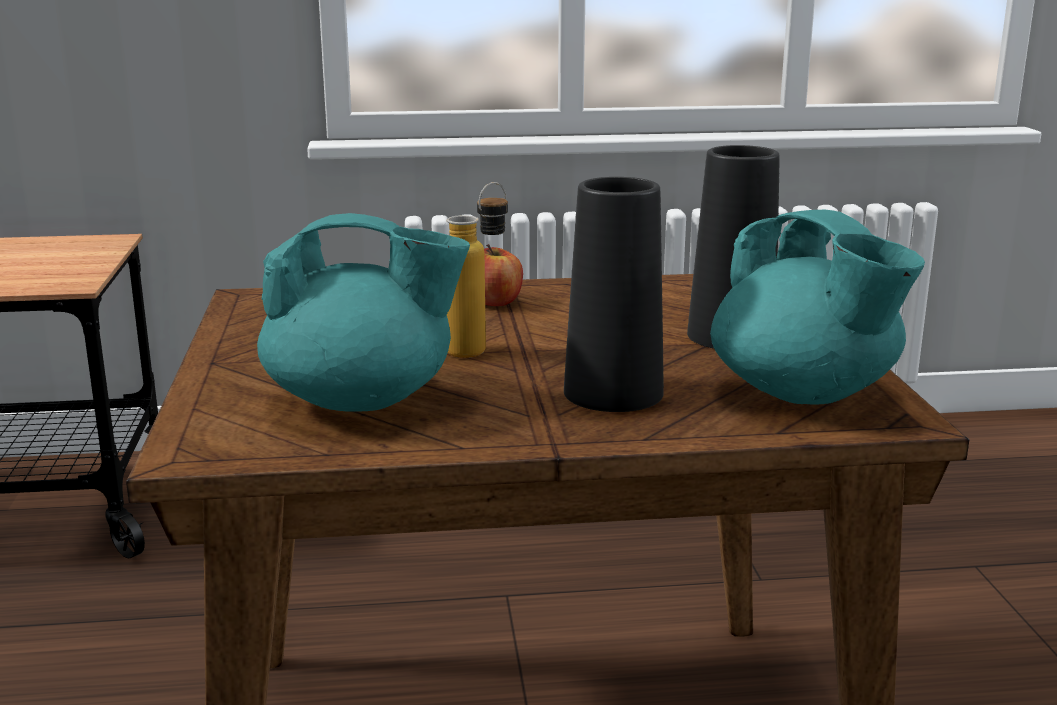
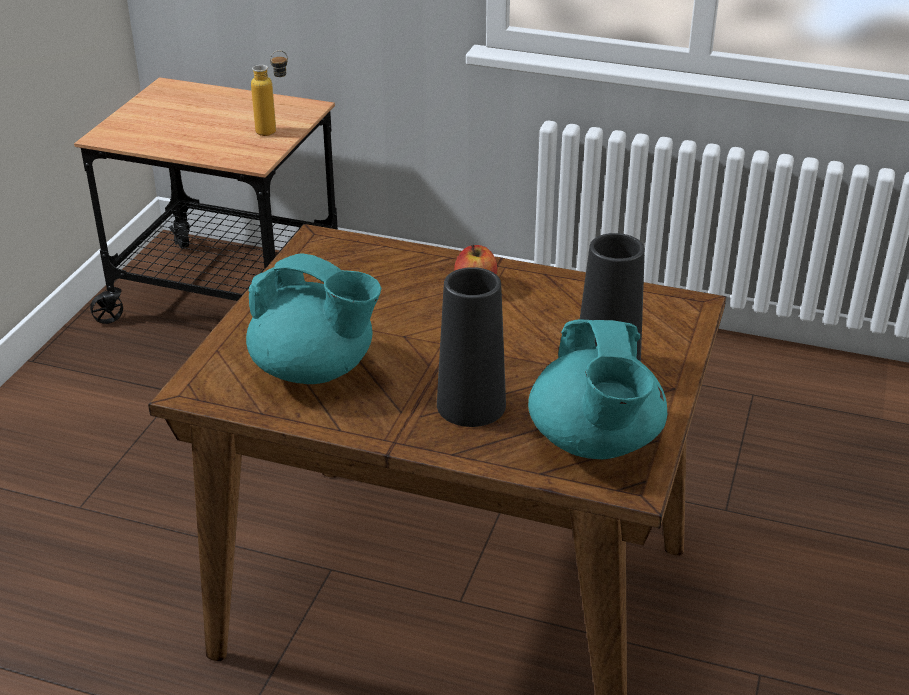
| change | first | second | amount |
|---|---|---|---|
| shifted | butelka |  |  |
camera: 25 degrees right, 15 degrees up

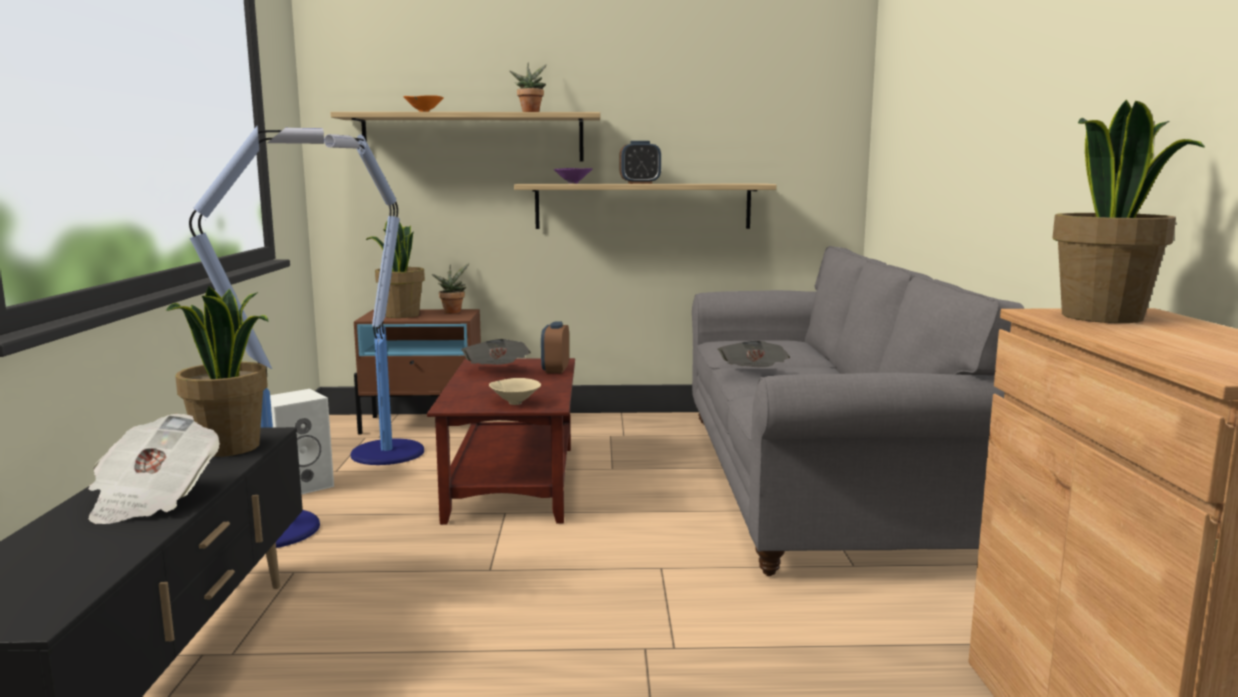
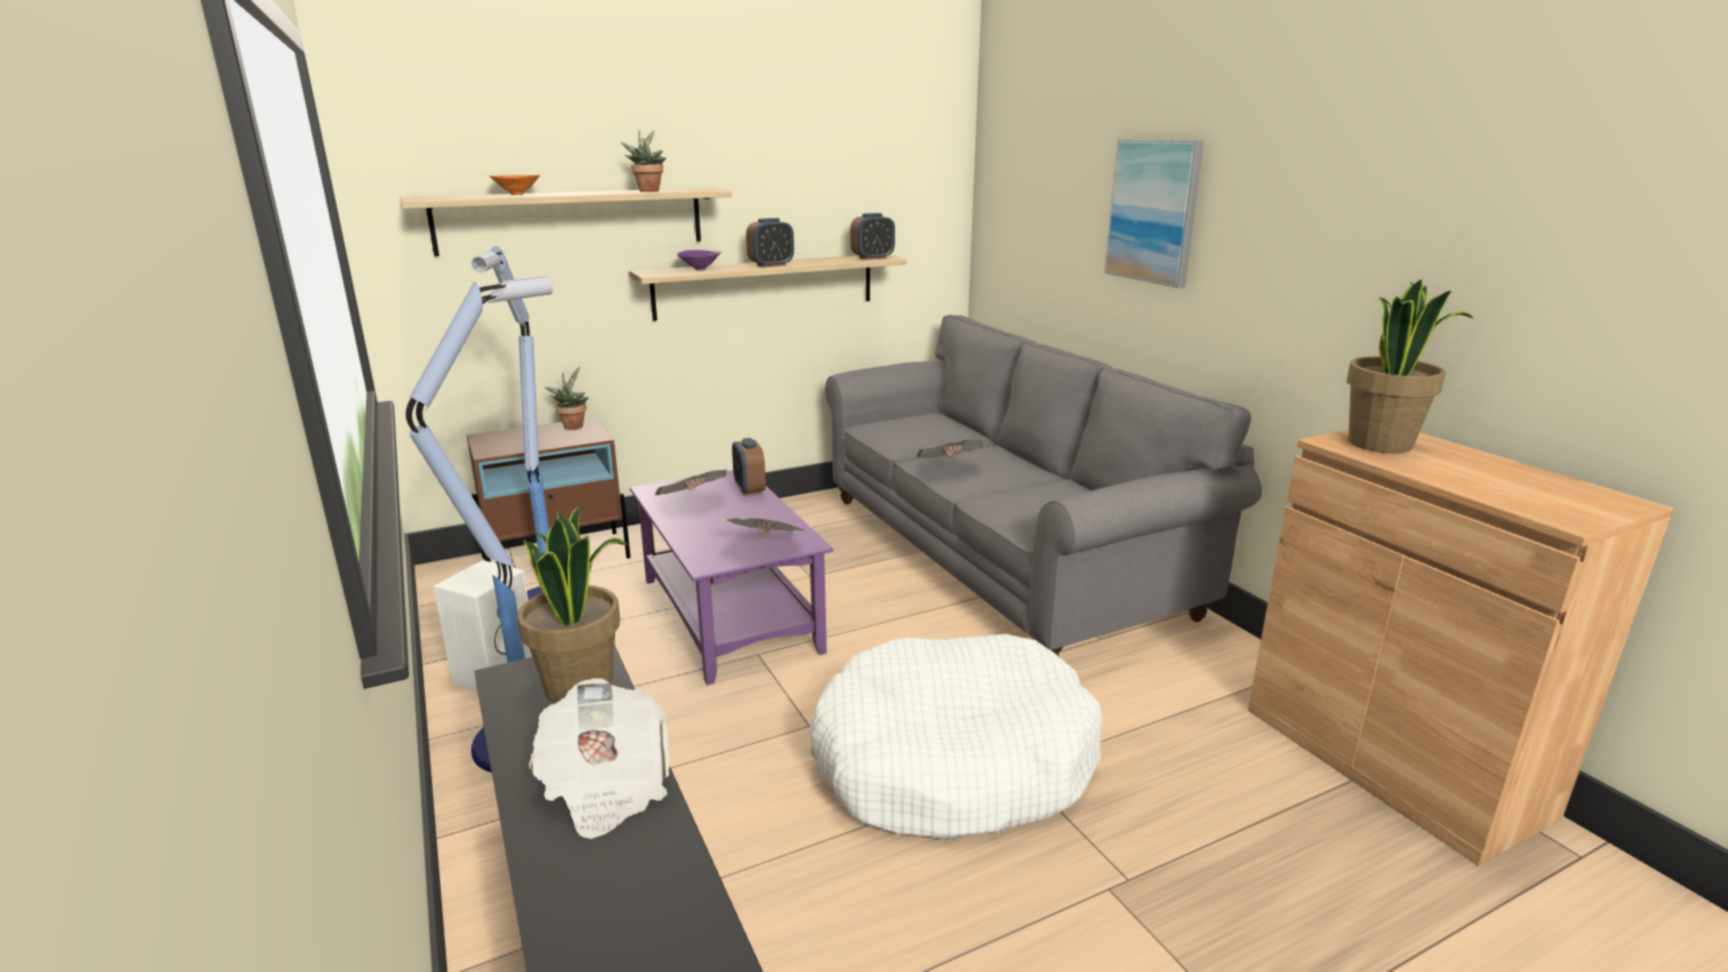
| change | first | second | amount |
|---|---|---|---|
| gone | roślina doniczkowa (no. 2 from left) |  |  |
| repainted | ława [brązowy] | ława [fioletowy] |  |
| swapped | miska [beżowy] | gazeta (no. 3 from left) |  |
| new |  | obraz |  |
| new |  | budzik (no. 3 from left) |  |
| new |  | legowisko [biały] |  |
camera: 25 degrees left, 10 degrees up

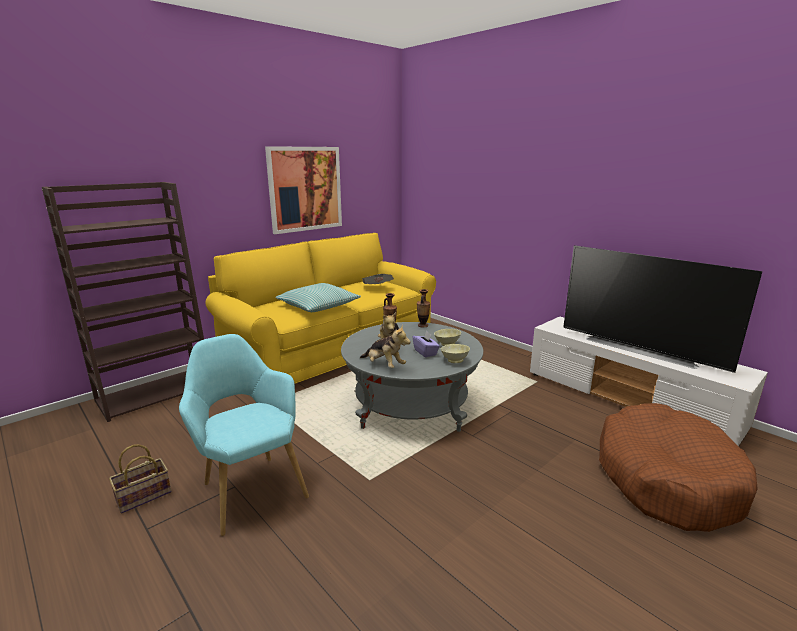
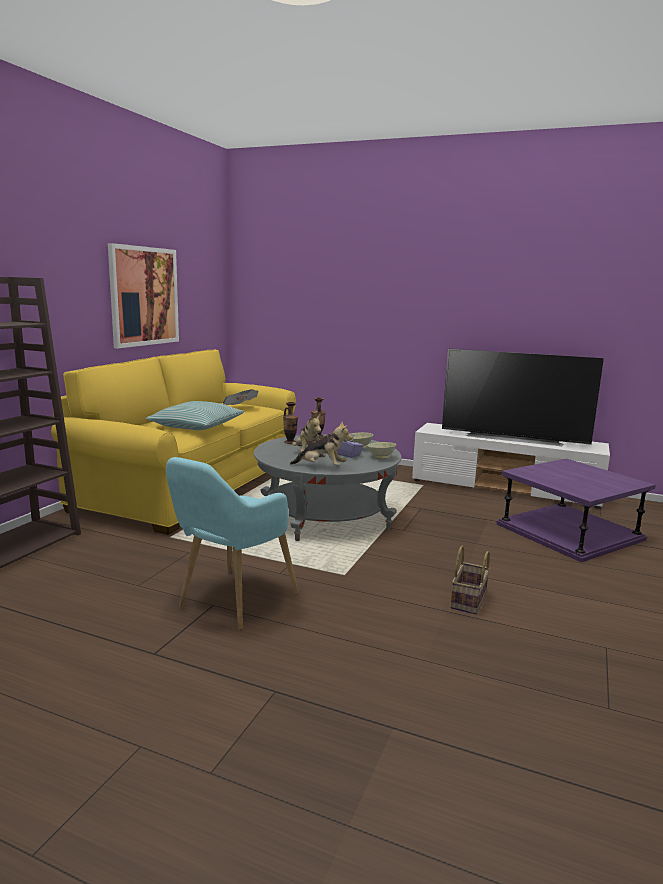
| change | first | second | amount |
|---|---|---|---|
| rotated | fotel [turkusowy] |  | 90 degrees counterclockwise |
| swapped | legowisko [brązowy] | stolik [fioletowy] |  |
| shifted | koszyk |  |  |
camera: 25 degrees left, 5 degrees down

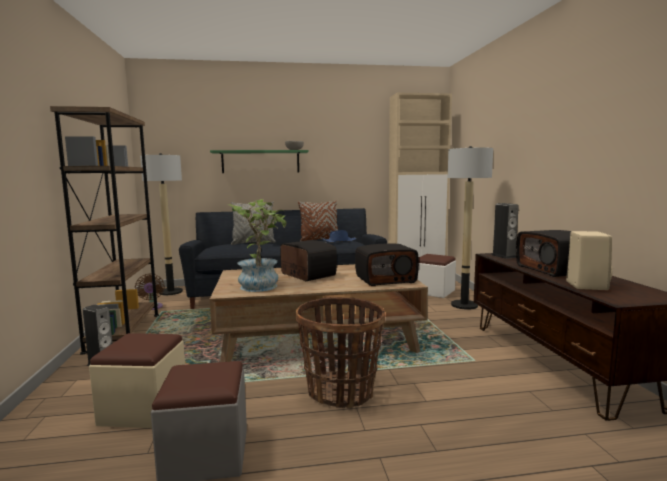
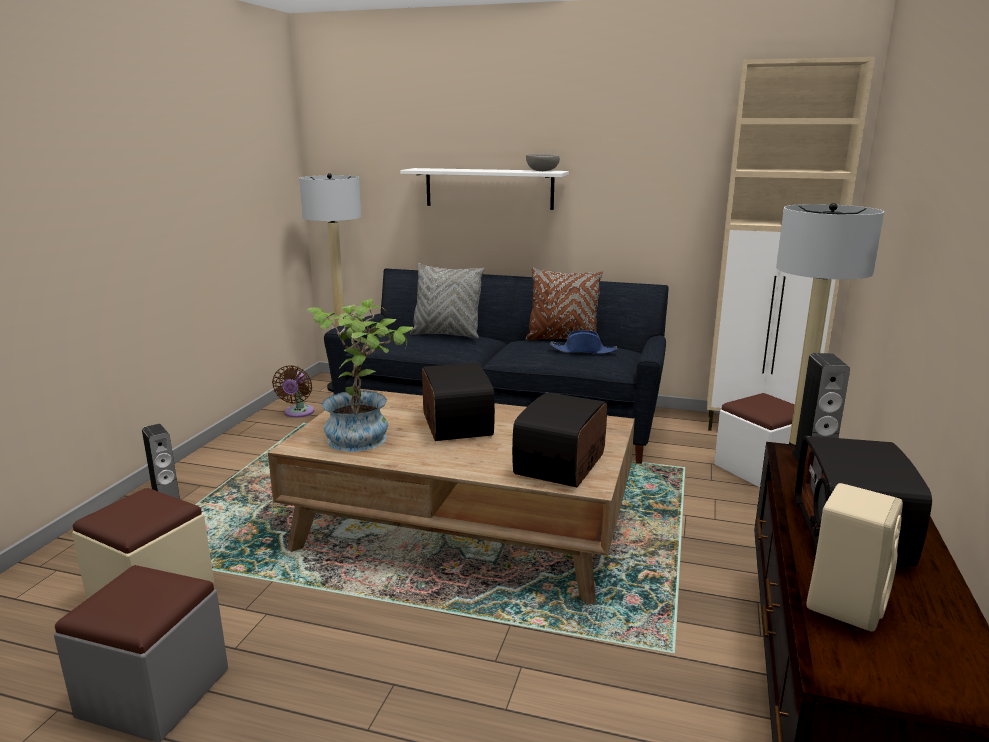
| change | first | second | amount |
|---|---|---|---|
| gone | regał [brązowy] |  |  |
| repainted | półka [zielony] | półka [biały] |  |
| rotated | radio (no. 2 from left) |  | 105 degrees clockwise |
| gone | koszyk |  |  |
camera: 25 degrees right, 10 degrees up

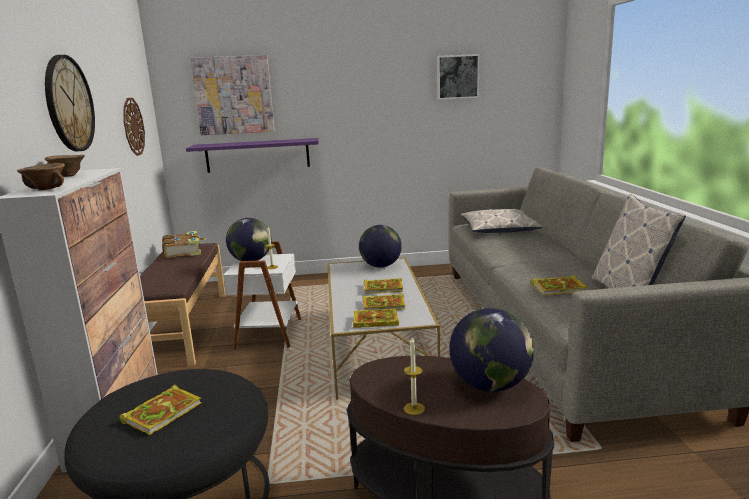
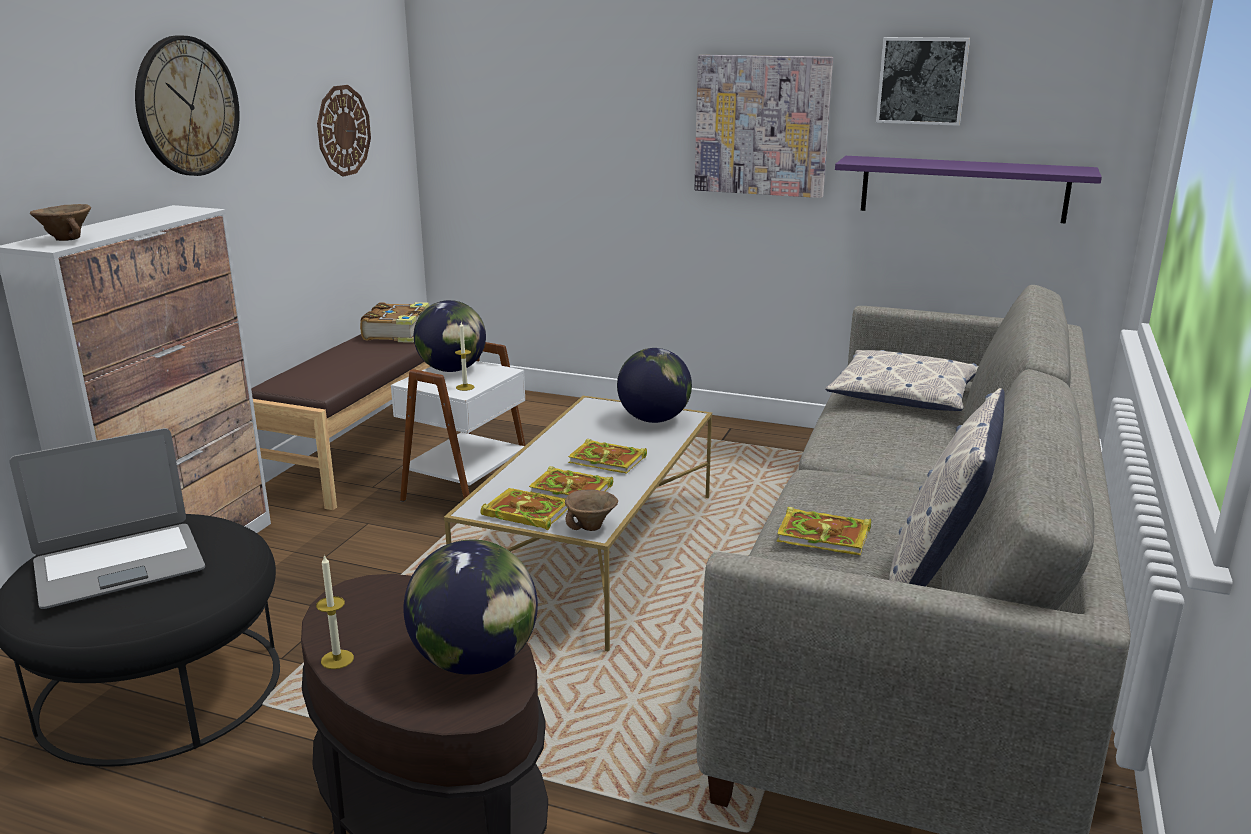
| change | first | second | amount |
|---|---|---|---|
| shifted | obraz (no. 1 from left) |  |  |
| shifted | półka [fioletowy] |  |  |
| shifted | miska [brązowy] (no. 2 from left) |  |  |
| swapped | książka (no. 1 from left) | laptop |  |
camera: 25 degrees right, 5 degrees up

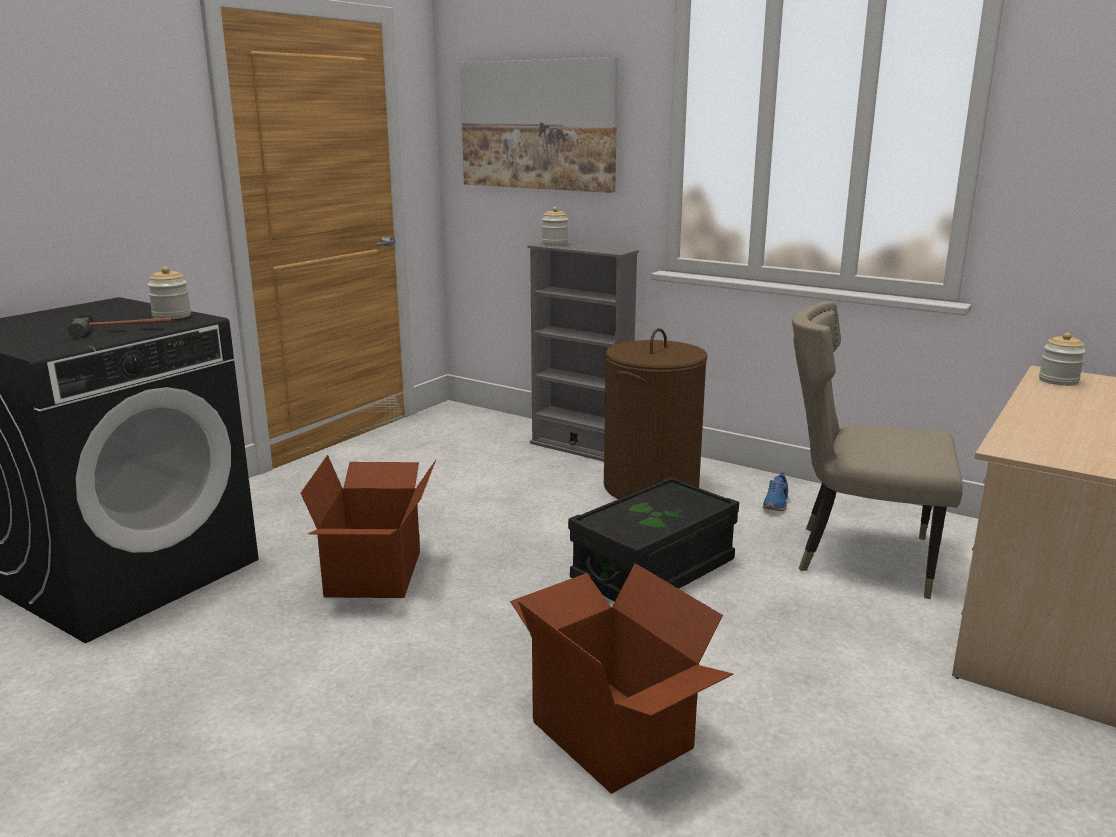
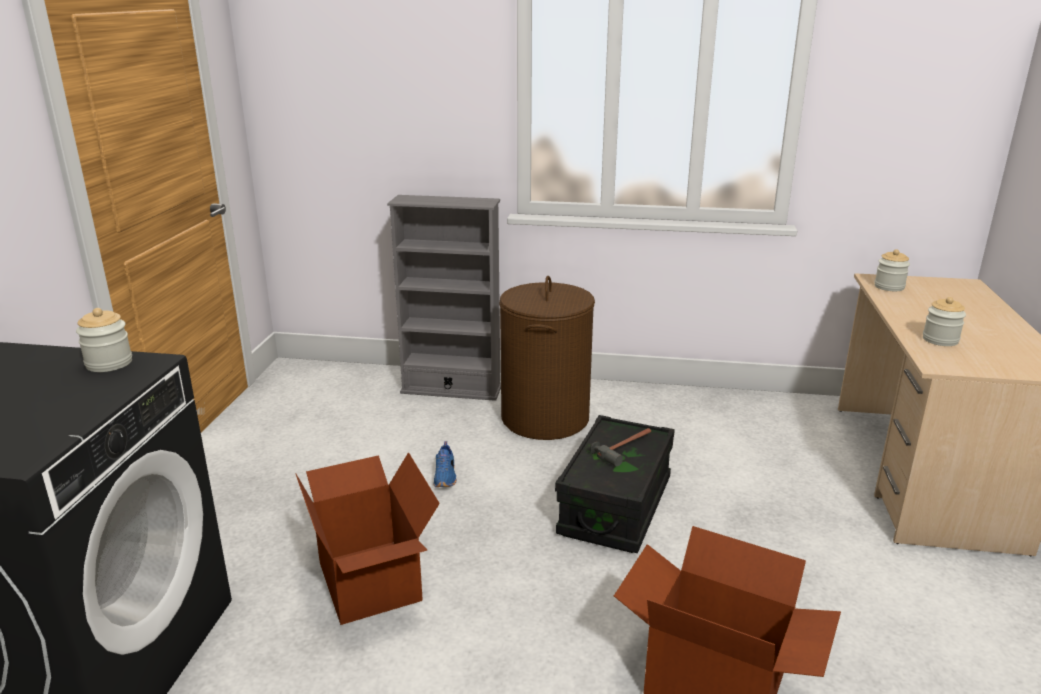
| change | first | second | amount |
|---|---|---|---|
| gone | obraz |  |  |
| shifted | słoik (no. 2 from left in the first image) | słoik (no. 3 from left) |  |
| gone | krzesło [beżowy] |  |  |
| shifted | młotek |  |  |
| shifted | but [niebieski] |  |  |
camera: 25 degrees left, 5 degrees up

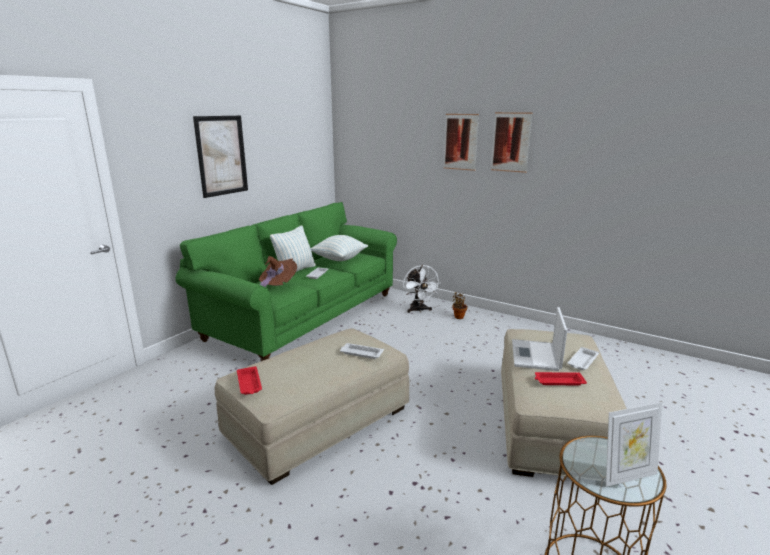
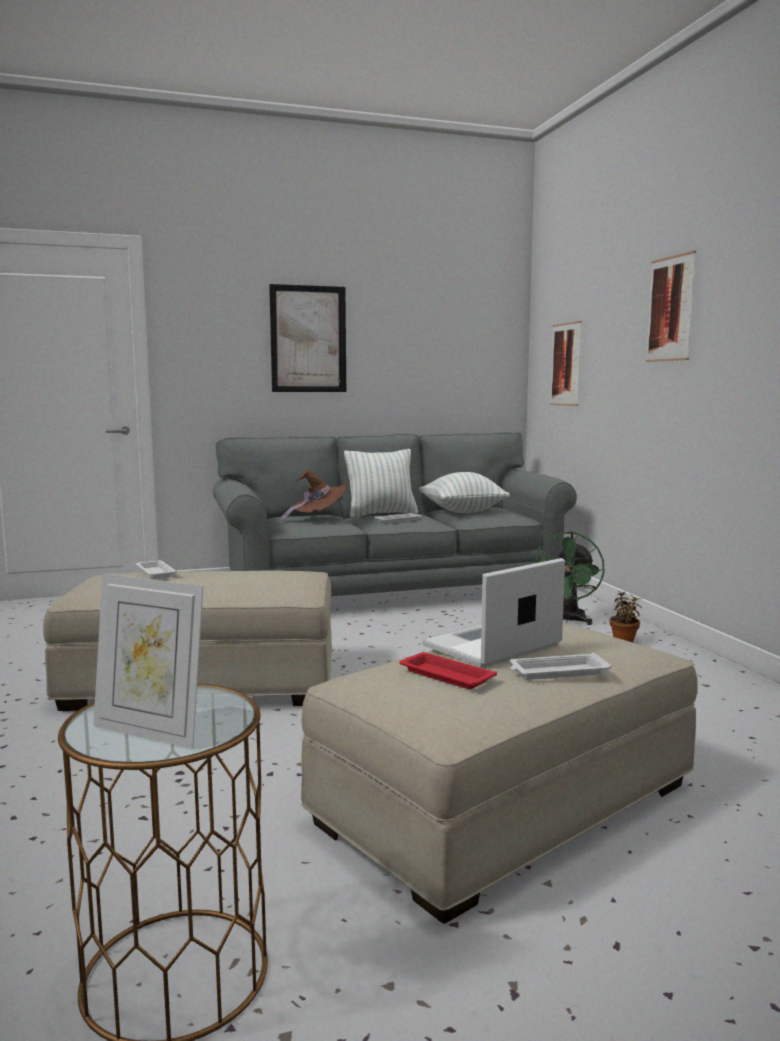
| change | first | second | amount |
|---|---|---|---|
| shifted | obraz (no. 3 from left in the first image) | obraz (no. 2 from left) |  |
| repainted | kanapa [zielony] | kanapa [szary] |  |
| repainted | wentylator [biały] | wentylator [zielony] |  |
| shifted | taca [biały] (no. 2 from left in the first image) | taca [biały] (no. 1 from left) |  |
| gone | taca [czerwony] (no. 1 from left) |  |  |
camera: 40 degrees right, 10 degrees down

